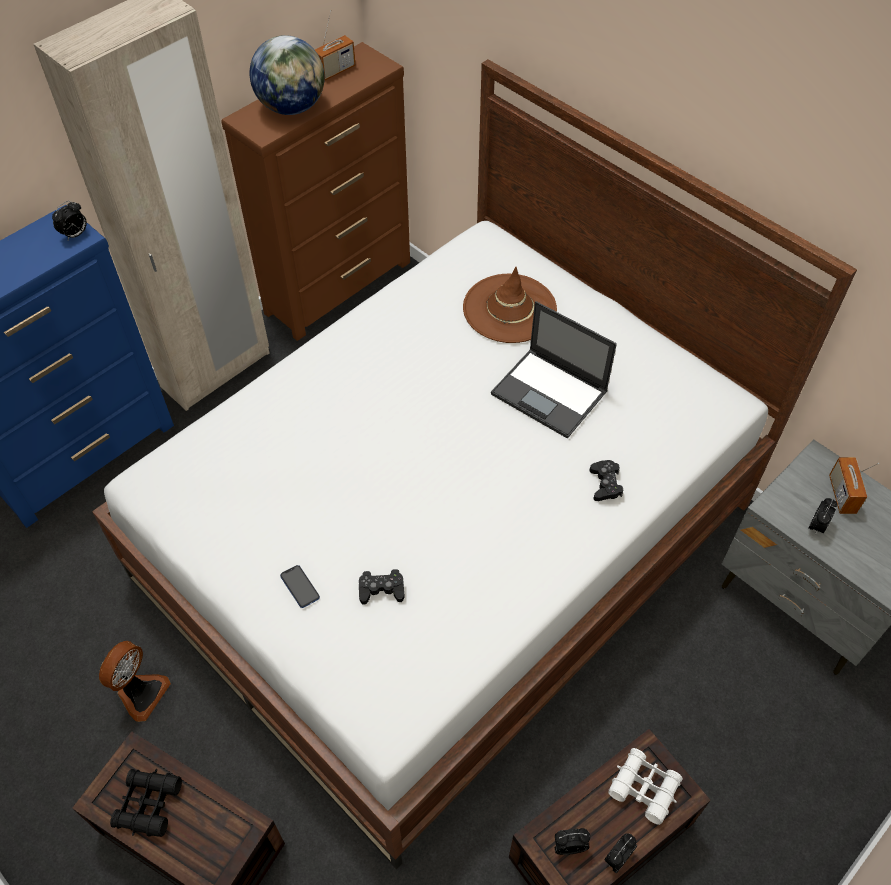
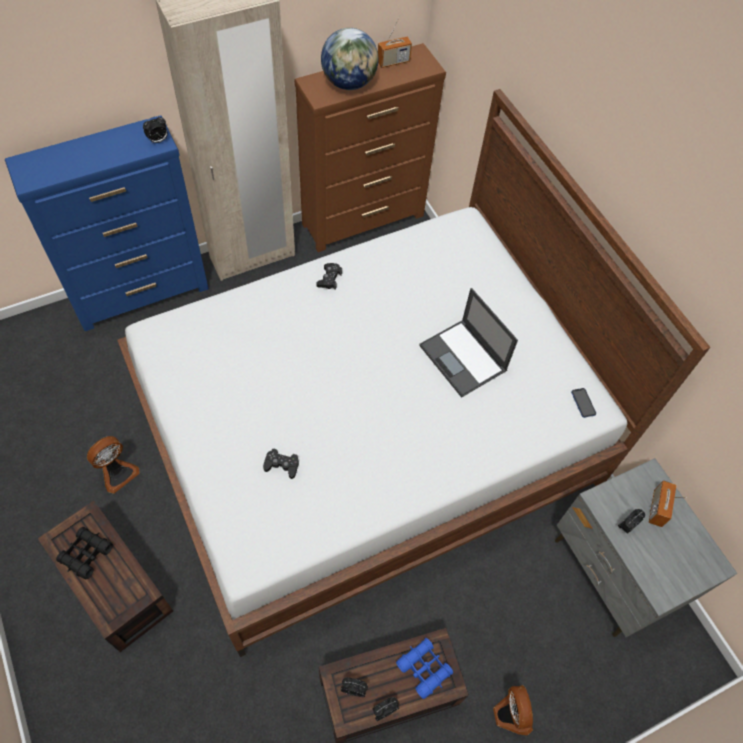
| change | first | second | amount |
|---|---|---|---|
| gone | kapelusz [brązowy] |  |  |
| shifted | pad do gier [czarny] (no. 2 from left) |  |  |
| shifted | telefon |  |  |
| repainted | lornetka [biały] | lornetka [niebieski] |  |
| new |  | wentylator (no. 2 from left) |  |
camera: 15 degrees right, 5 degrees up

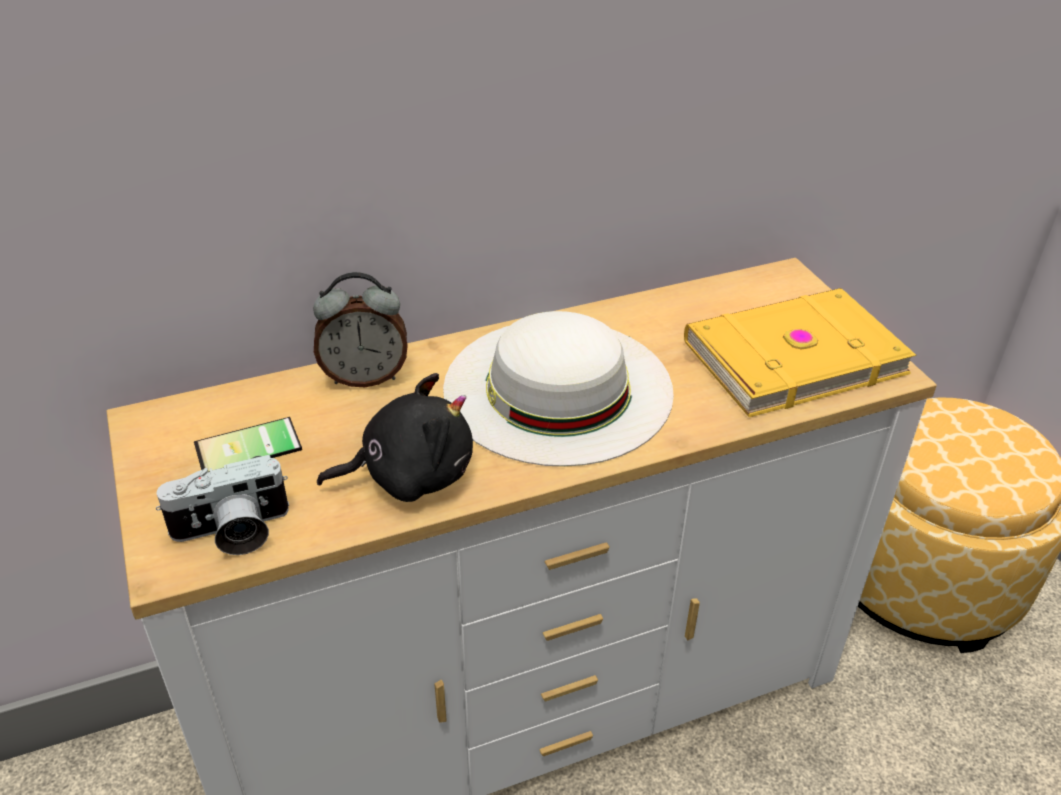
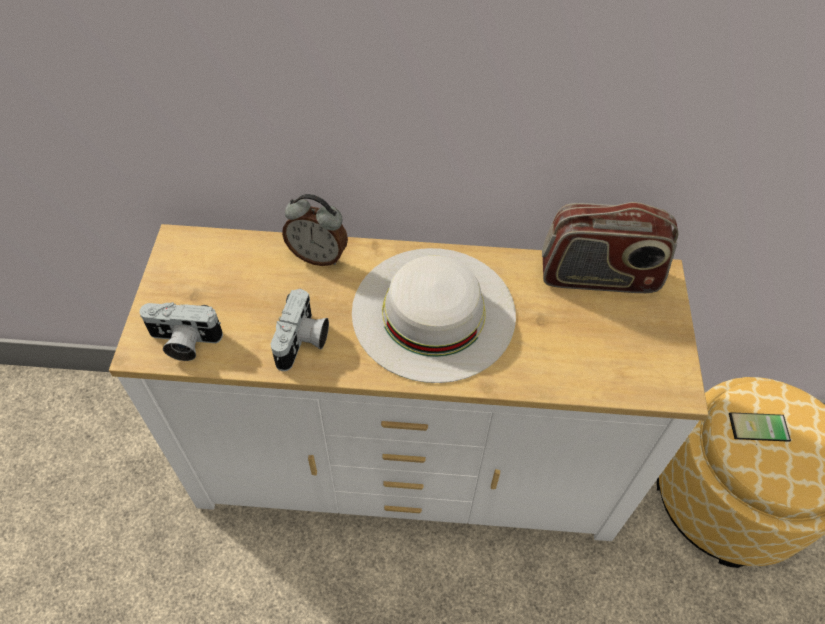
| change | first | second | amount |
|---|---|---|---|
| gone | książka [żółty] |  |  |
| swapped | pluszak [czarny] | aparat fotograficzny (no. 2 from left) |  |
| shifted | telefon |  |  |
| new |  | radio |  |
camera: 25 degrees right, 15 degrees up

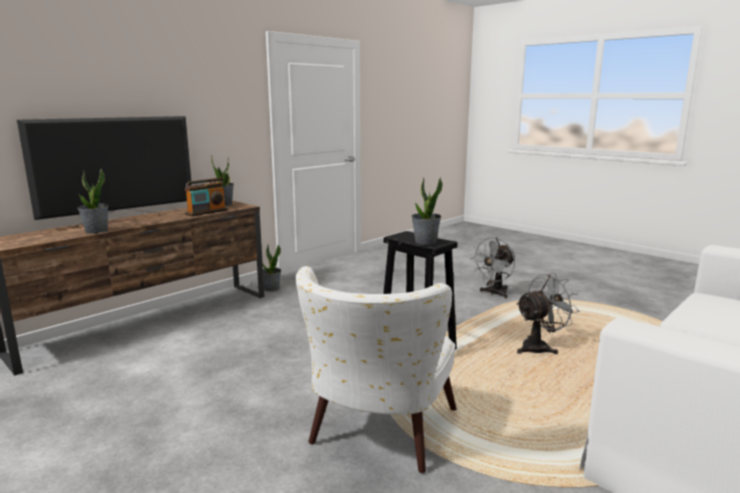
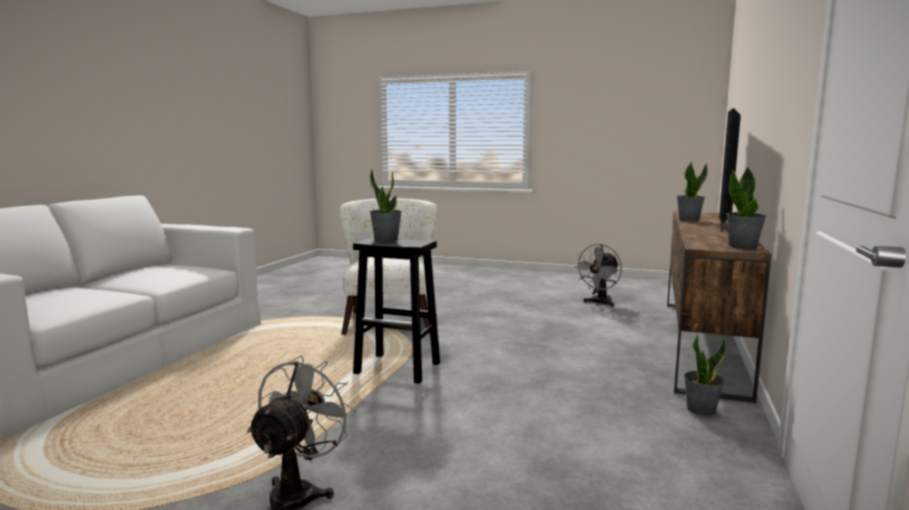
| change | first | second | amount |
|---|---|---|---|
| gone | radio |  |  |
| shifted | wentylator [szary] (no. 2 from left) |  |  |
camera: 155 degrees right, 5 degrees down

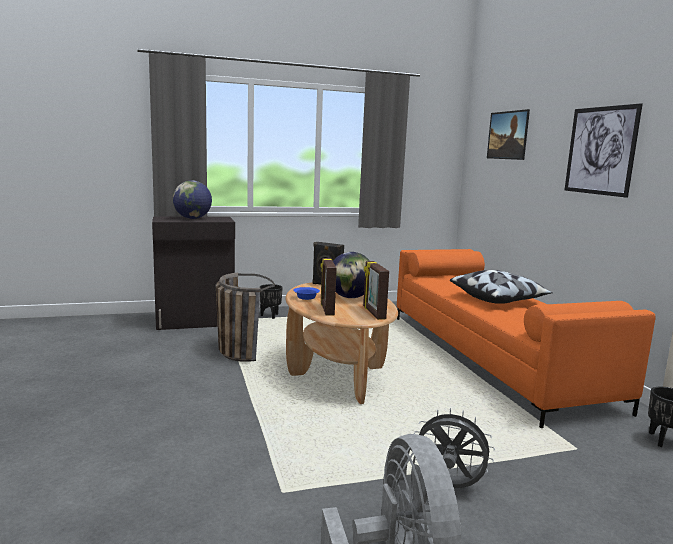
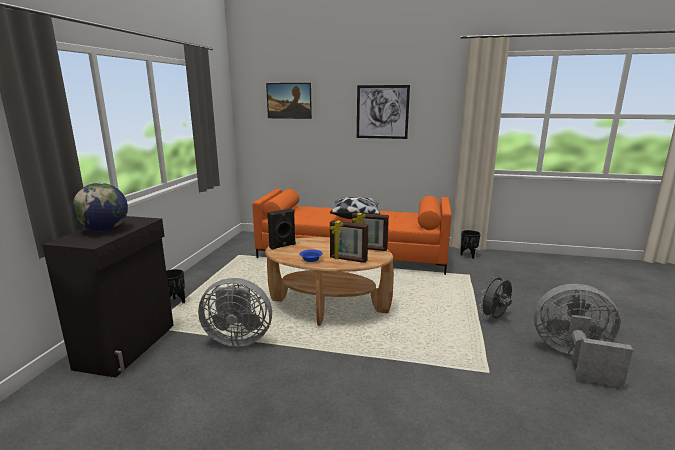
| change | first | second | amount |
|---|---|---|---|
| gone | globus (no. 2 from left) |  |  |
| swapped | koszyk | wentylator [szary] (no. 1 from left) |  |
camera: 60 degrees left, 5 degrees up

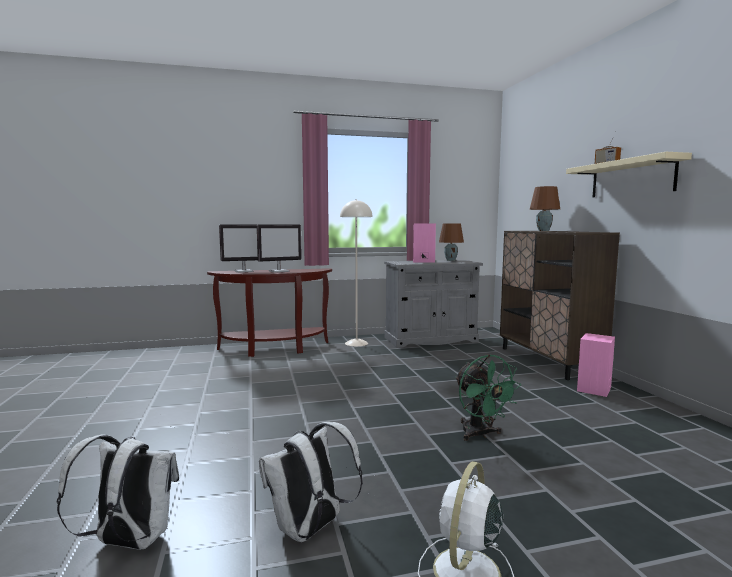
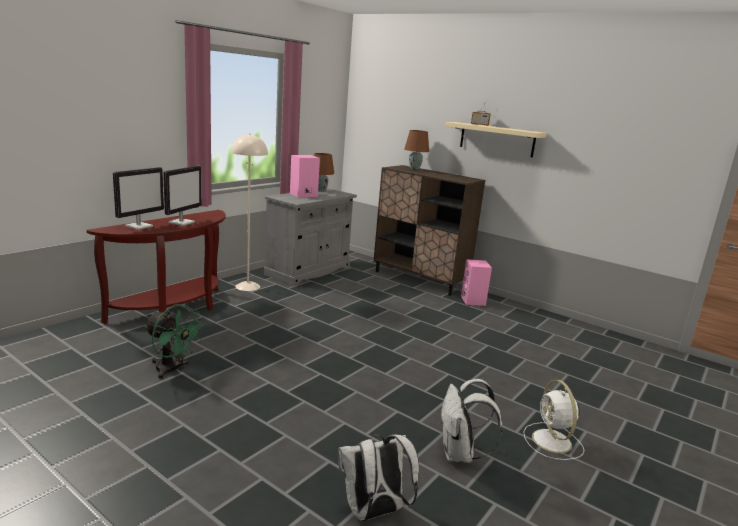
| change | first | second | amount |
|---|---|---|---|
| shifted | wentylator [zielony] |  |  |
camera: 40 degrees left, 10 degrees up

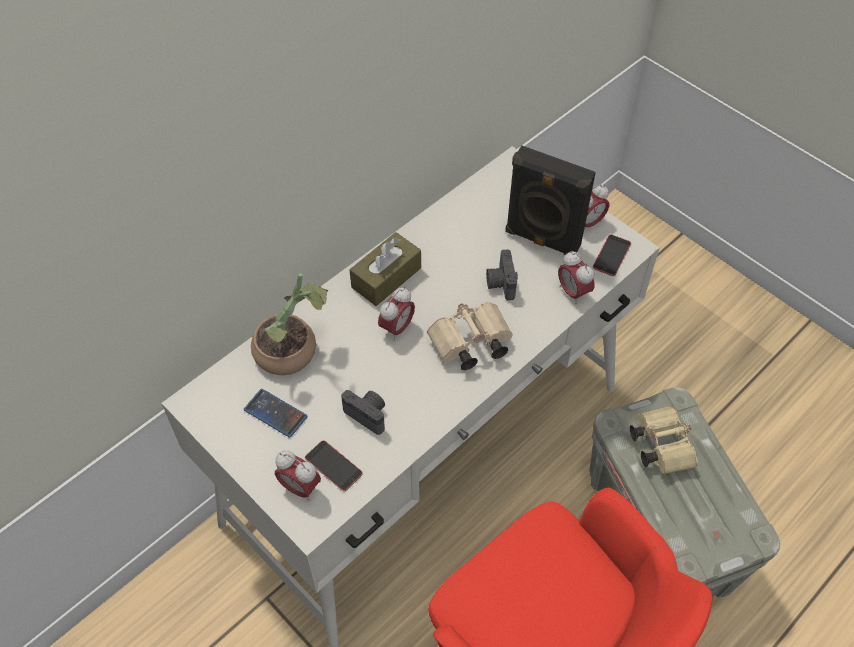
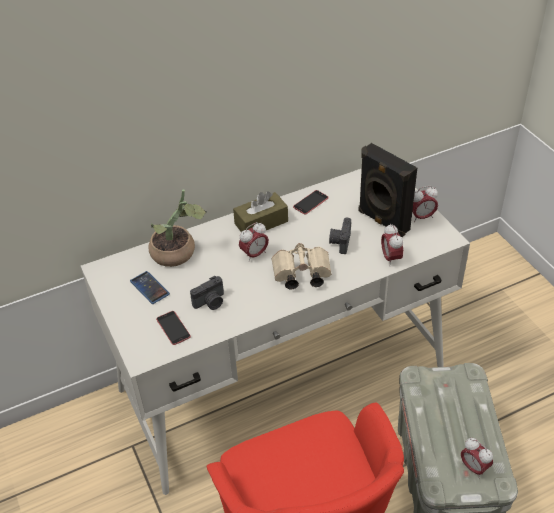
| change | first | second | amount |
|---|---|---|---|
| shifted | telefon (no. 3 from left) |  |  |
| rotated | aparat fotograficzny (no. 1 from left) |  | 90 degrees clockwise |
| gone | lornetka [beżowy] (no. 2 from left) |  |  |
| shifted | budzik (no. 1 from left in the first image) | budzik (no. 4 from left) |  |
camera: 20 degrees right, 10 degrees down

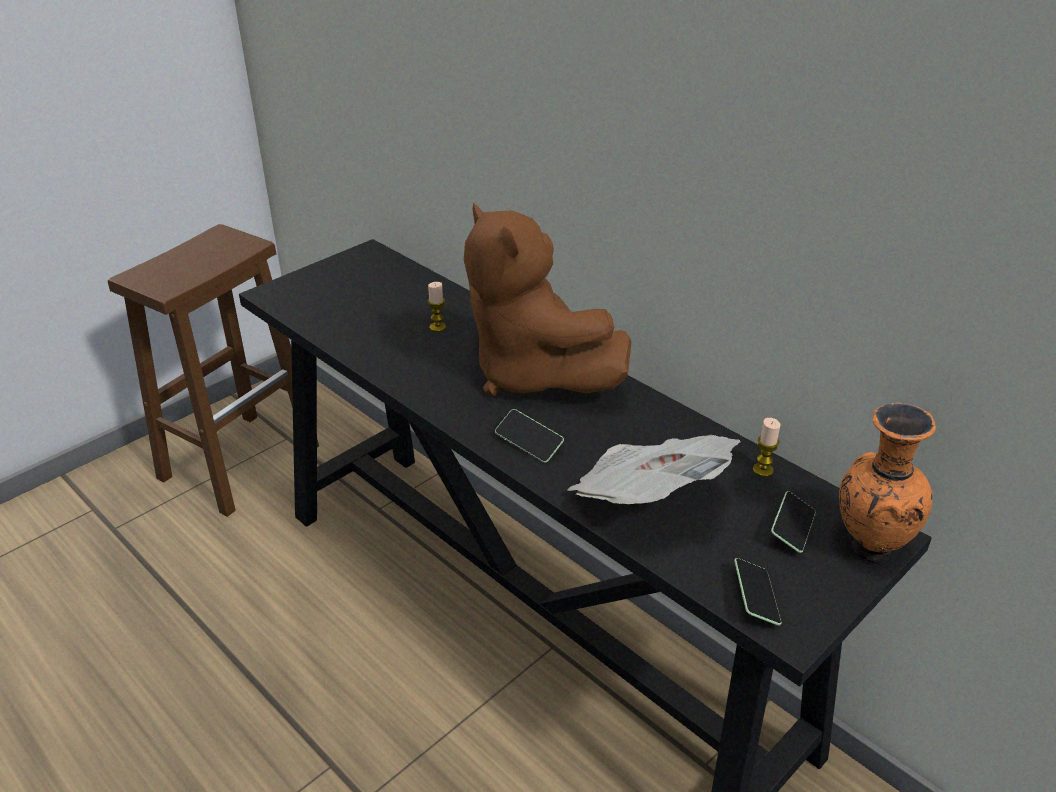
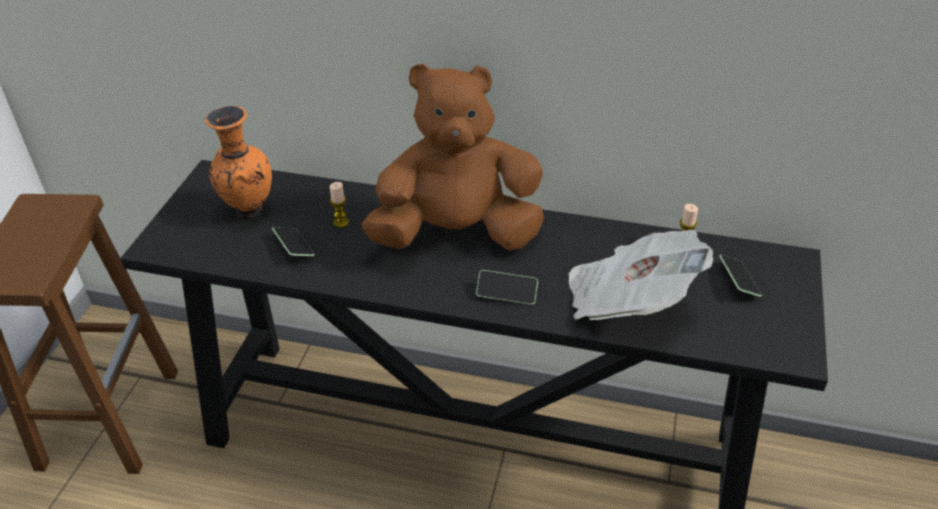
| change | first | second | amount |
|---|---|---|---|
| rotated | pluszak [brązowy] |  | 150 degrees clockwise |
| shifted | wazon [pomarańczowy] |  |  |
| shifted | telefon (no. 2 from left in the first image) | telefon (no. 1 from left) |  |
camera: 30 degrees left, 5 degrees up

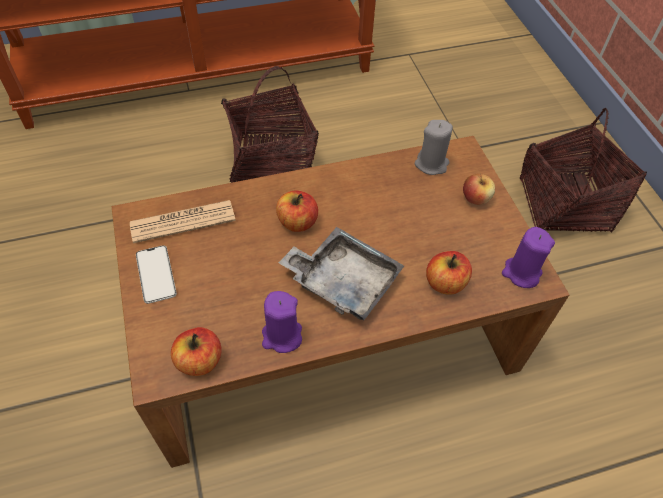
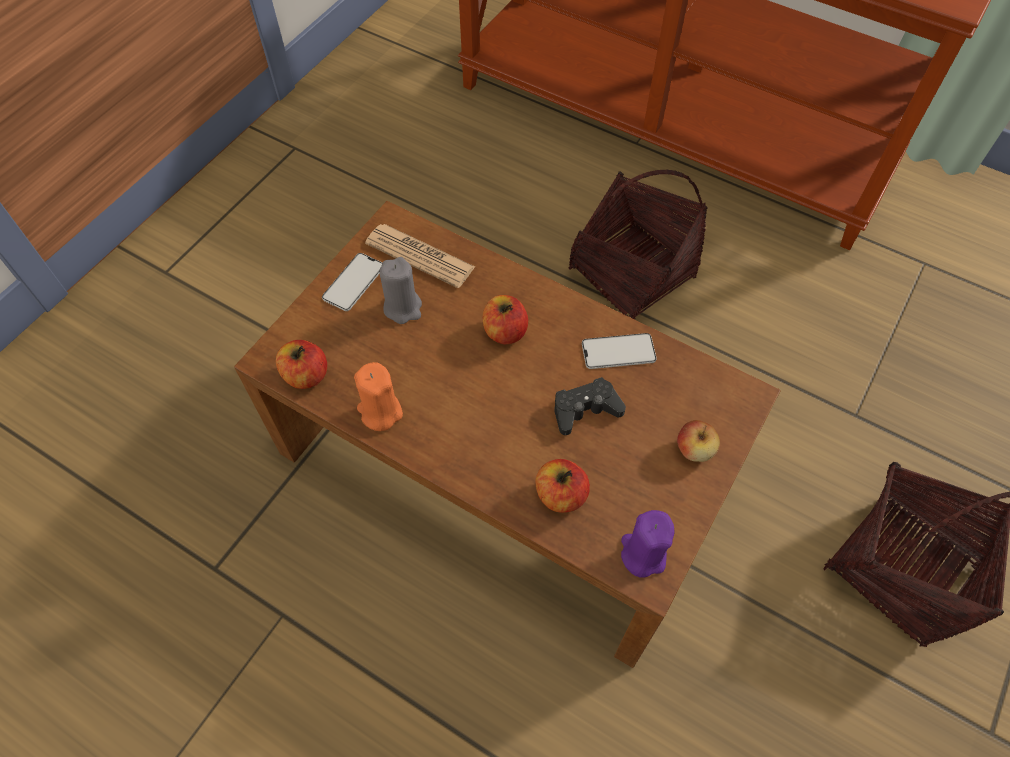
| change | first | second | amount |
|---|---|---|---|
| shifted | świeca [szary] |  |  |
| gone | taca [szary] |  |  |
| repainted | świeca [fioletowy] (no. 1 from left) | świeca [pomarańczowy] |  |
| new |  | telefon (no. 2 from left) |  |
| new |  | pad do gier [czarny] |  |
camera: 50 degrees right, 5 degrees up

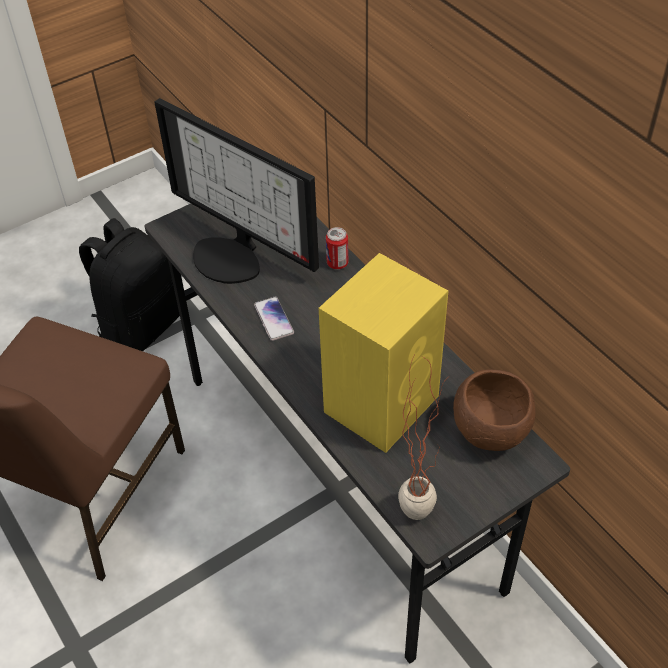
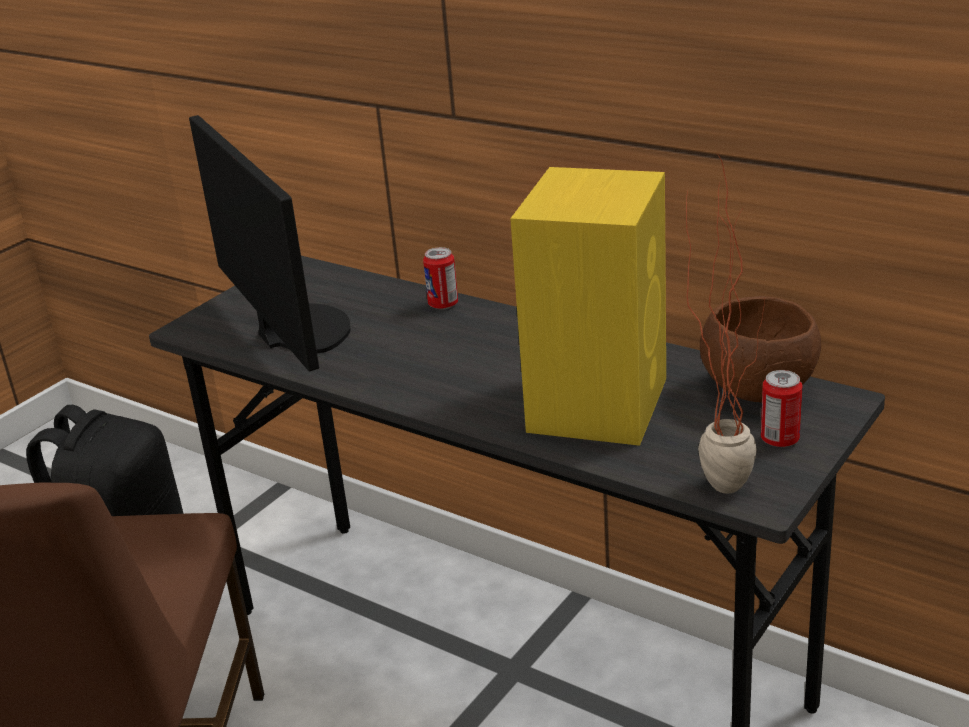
| change | first | second | amount |
|---|---|---|---|
| rotated | monitor |  | 135 degrees counterclockwise |
| gone | telefon |  |  |
| new |  | puszka (no. 2 from left) |  |
camera: 20 degrees left, 20 degrees down

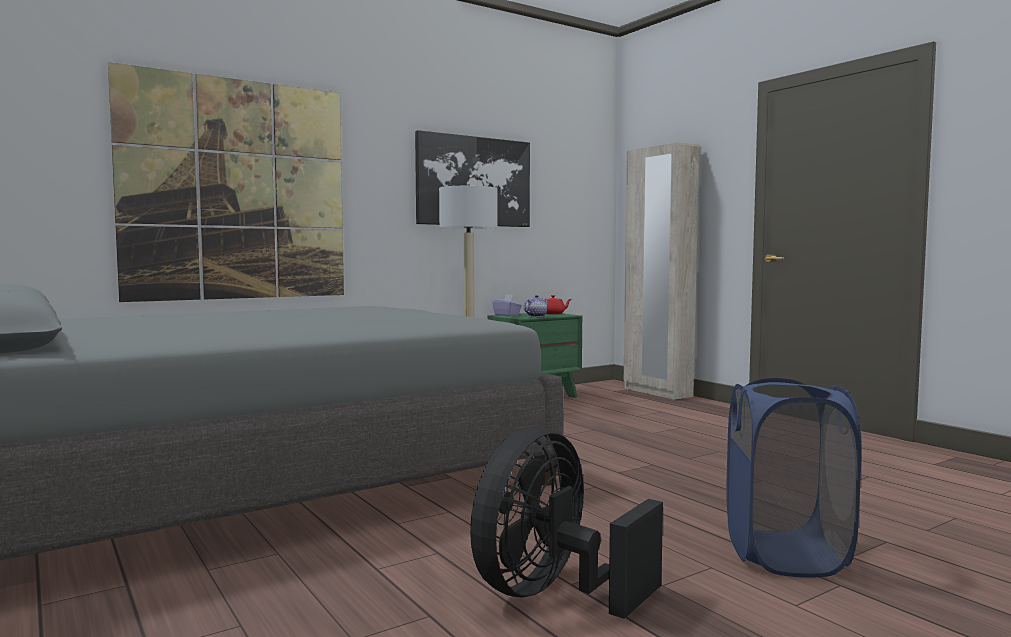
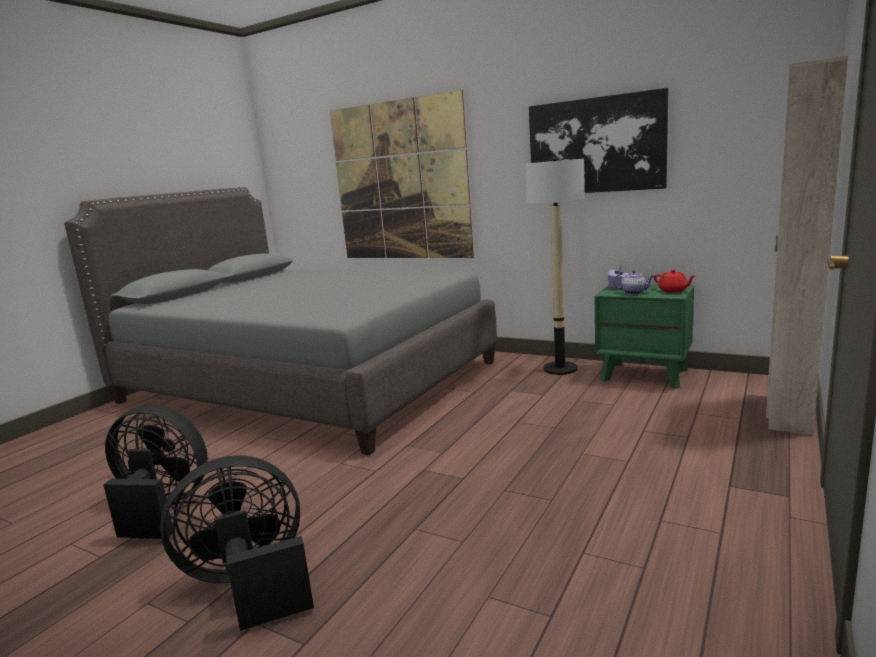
| change | first | second | amount |
|---|---|---|---|
| swapped | kosz na pranie [niebieski] | wentylator [czarny] (no. 2 from left) |  |
camera: 65 degrees right, 10 degrees up

